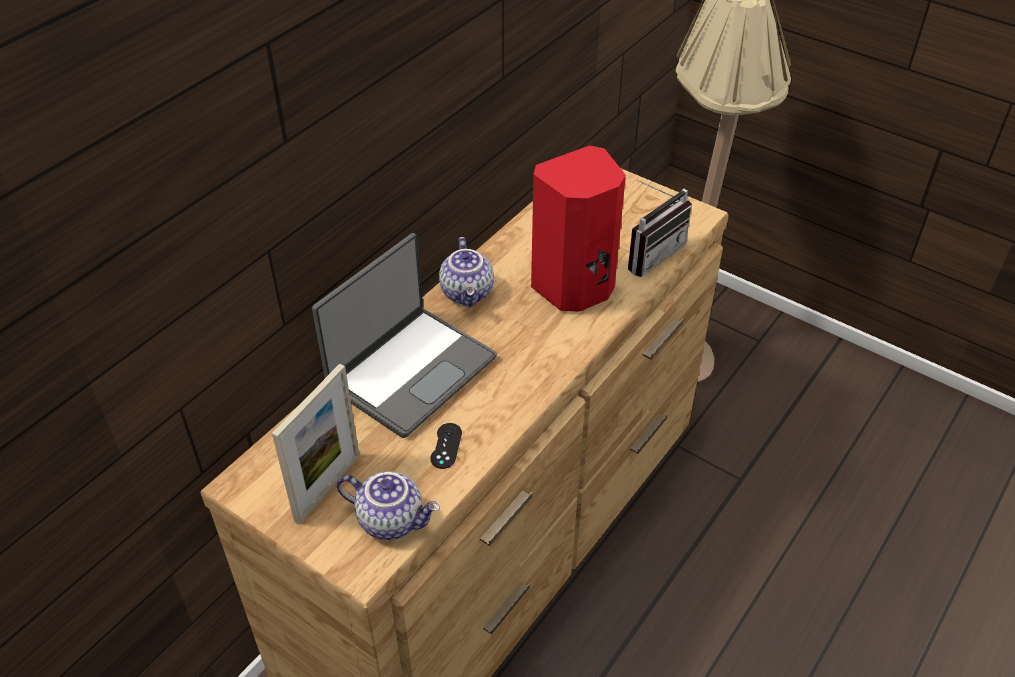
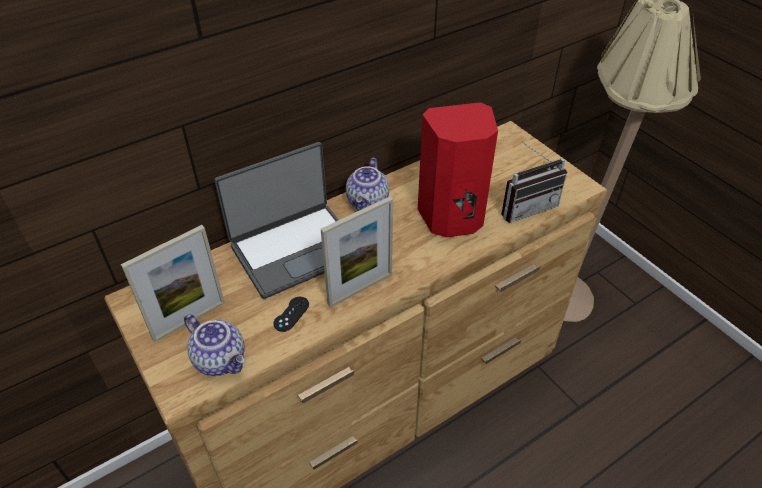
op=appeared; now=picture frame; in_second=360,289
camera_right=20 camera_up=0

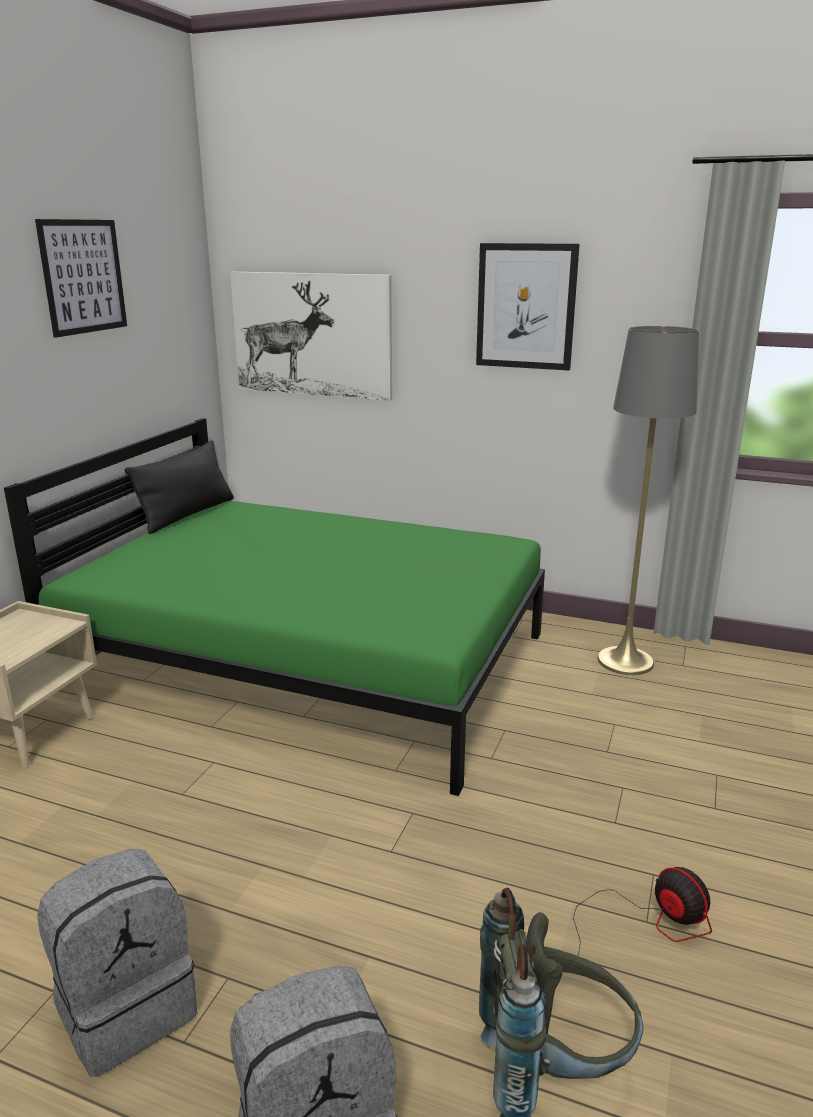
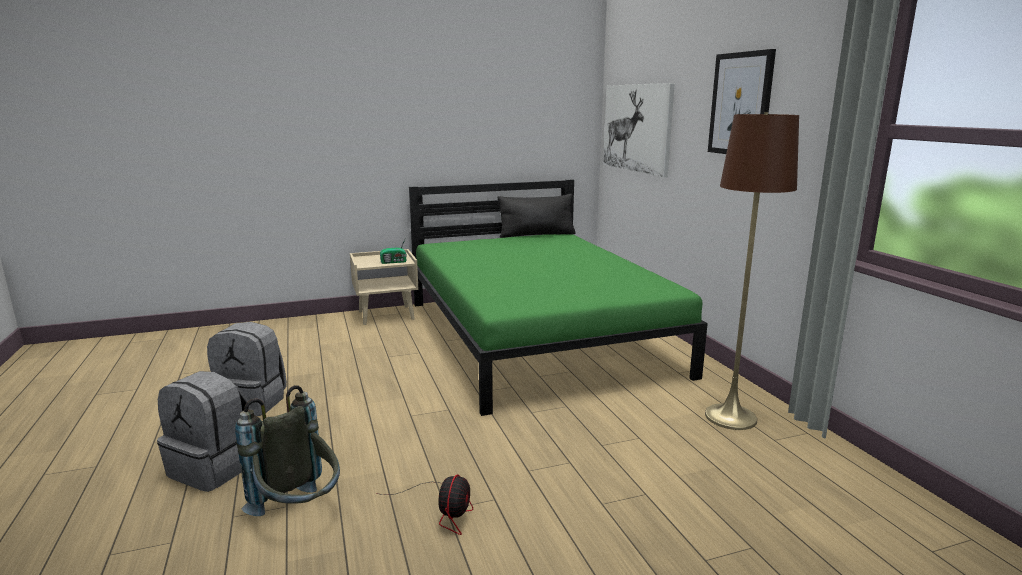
op=appeared; now=radio; in_second=394,262
op=colour; was=floor lamp (grey); now=floor lamp (brown); in_first=625,661; in_second=730,417
op=missing; was=picture; in_first=83,276
camera_right=50 camera_up=-5

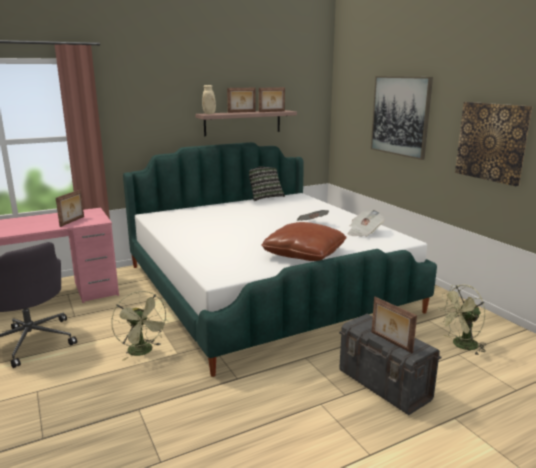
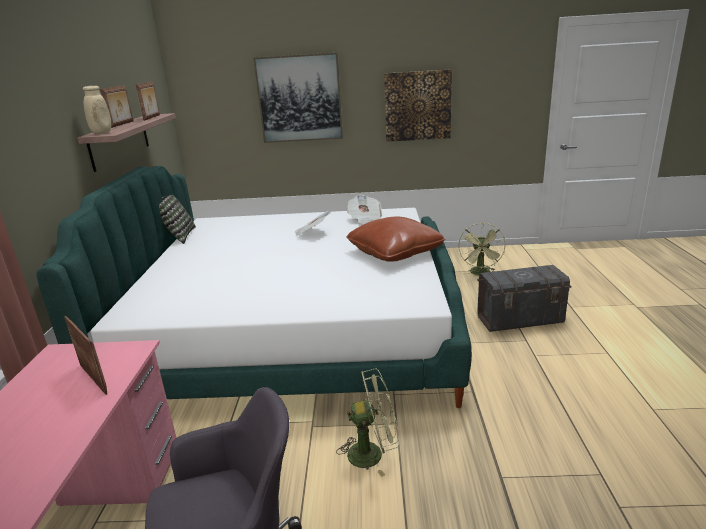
op=missing; was=picture frame; in_first=390,342
camera_right=-60 camera_up=5

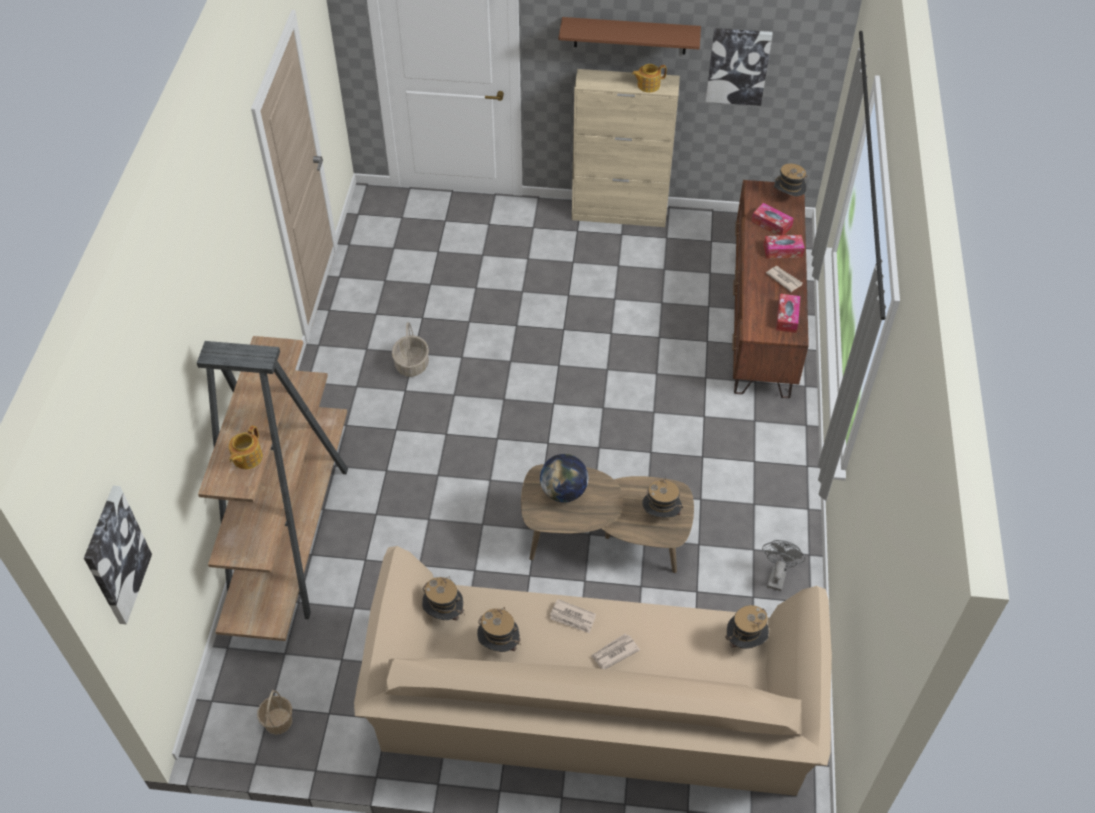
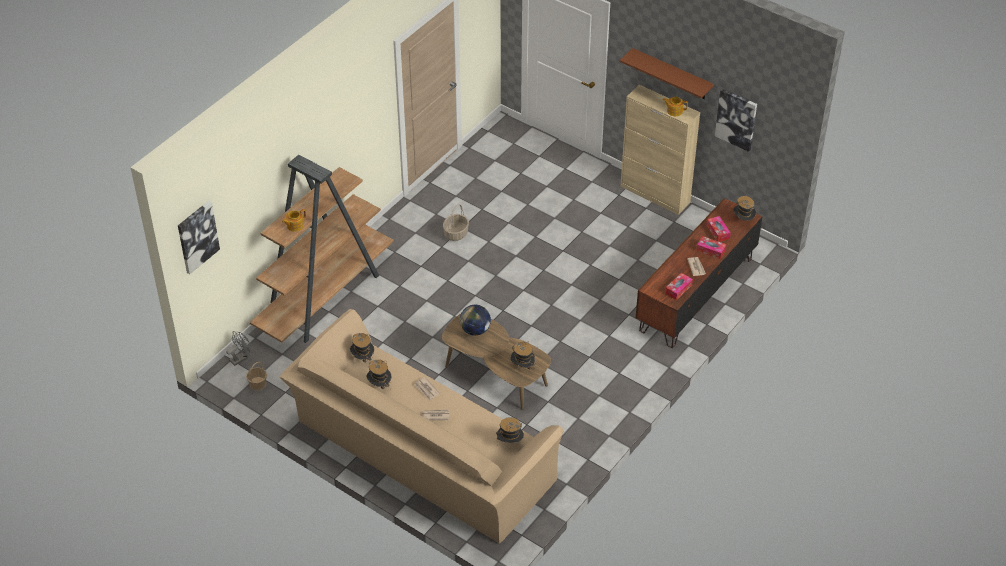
op=relocated; was=fan (grey); in_first=777,575; in_second=240,358
camera_right=30 camera_up=-5

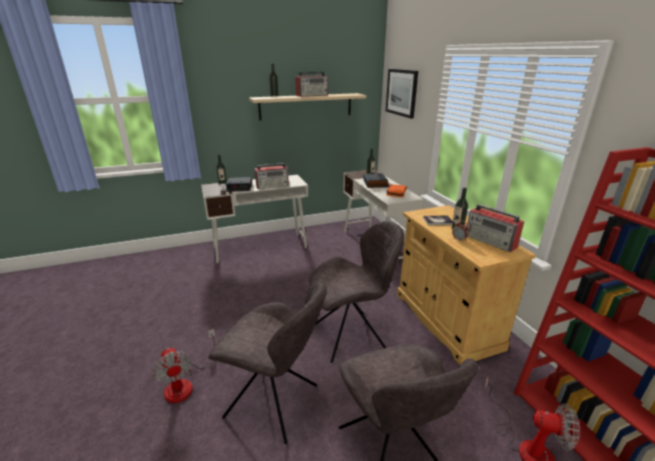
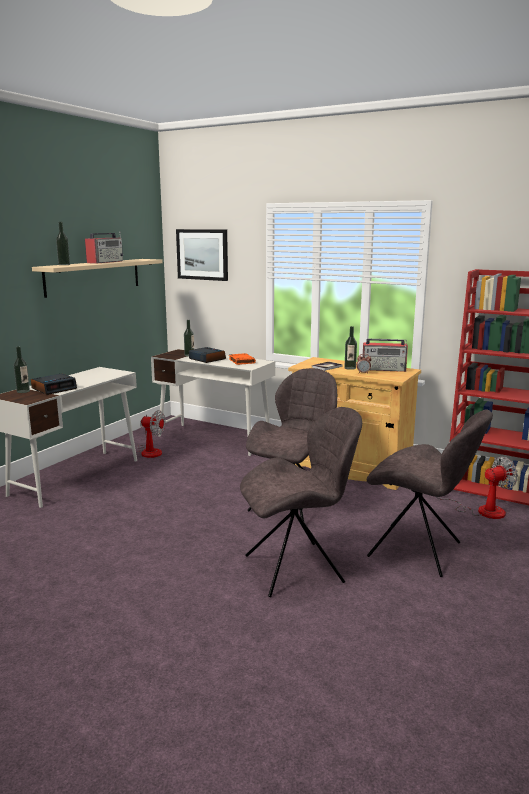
op=relocated; was=fan; in_first=185,383; in_second=150,451
op=missing; was=radio; in_first=273,186
camera_right=-40 camera_up=-10

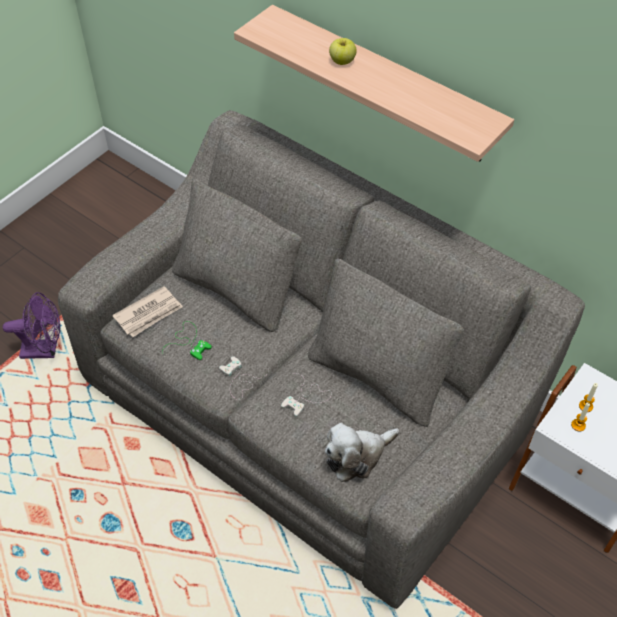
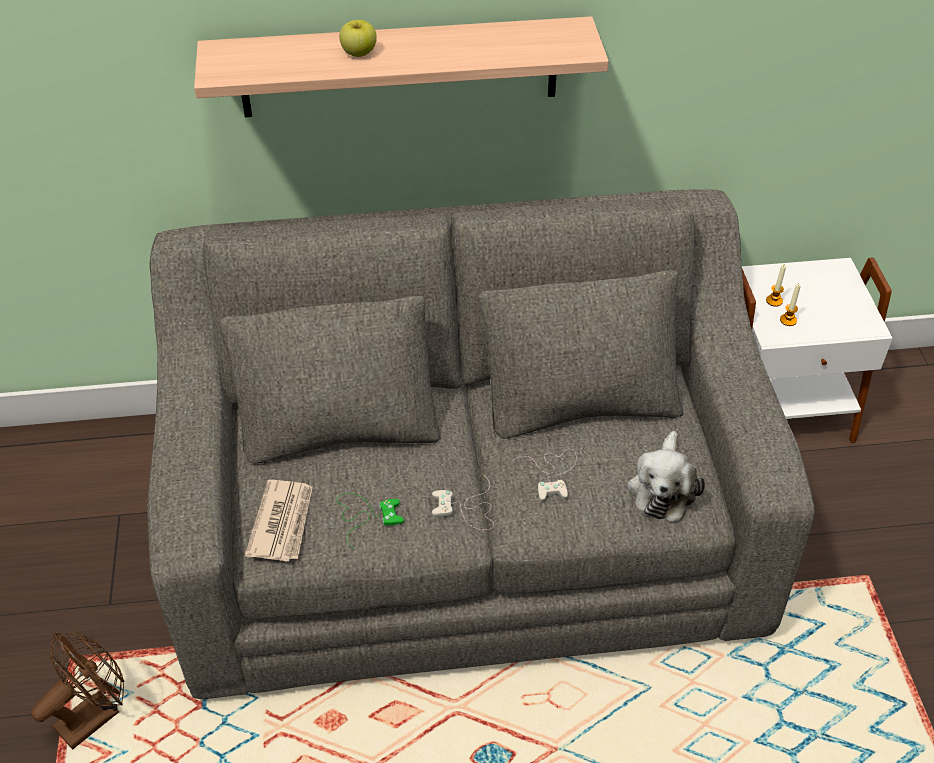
op=colour; was=fan (purple); now=fan (brown); in_first=45,350; in_second=95,713
camera_right=-45 camera_up=-5

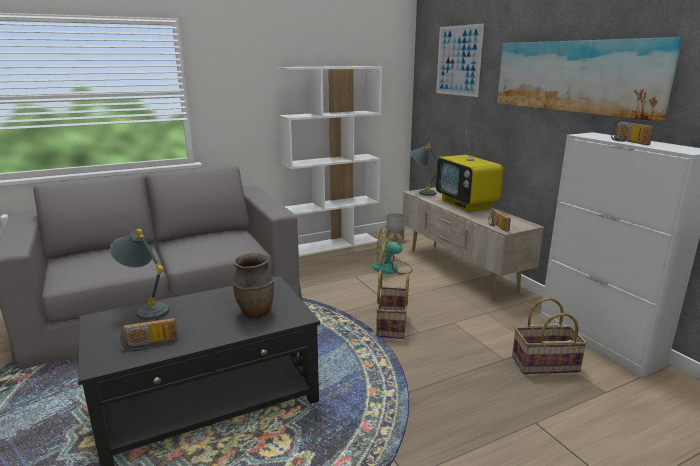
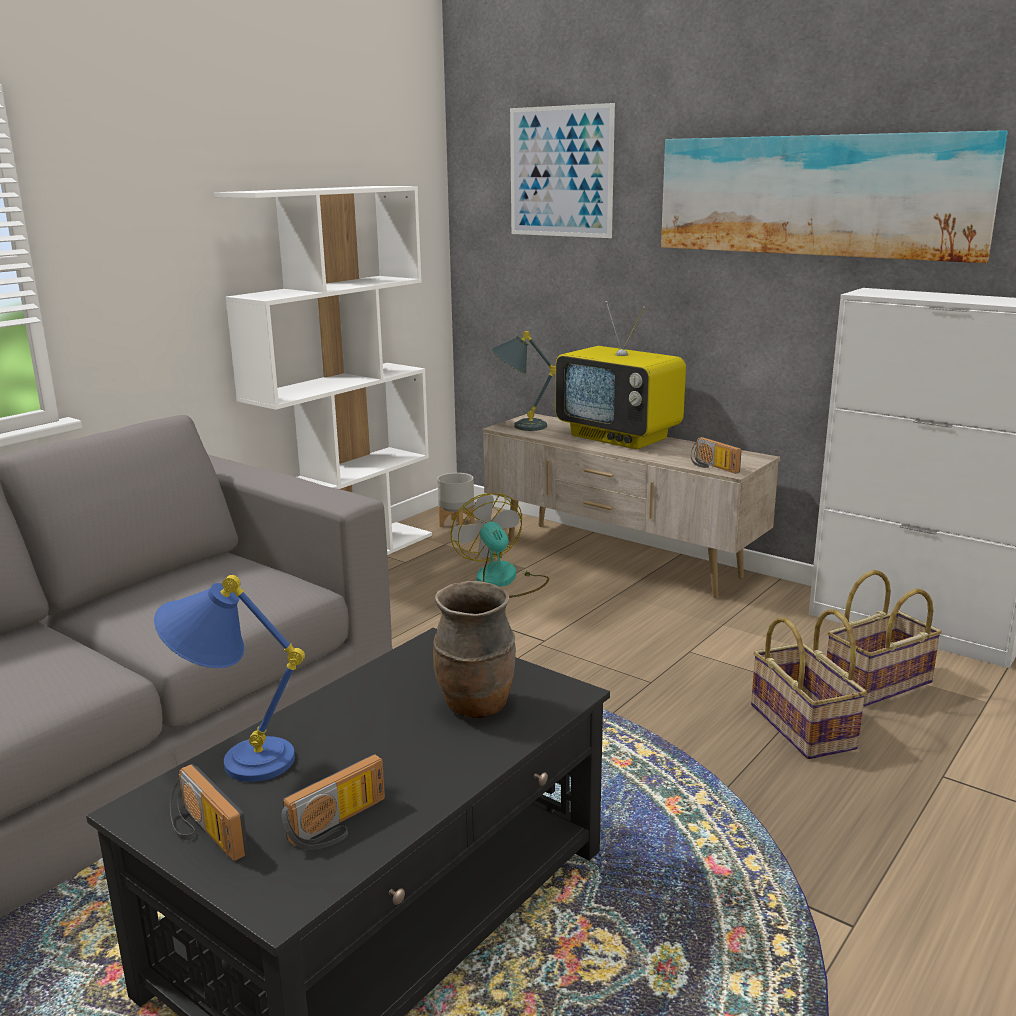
op=colour; was=table lamp (grey); now=table lamp (blue); in_first=146,309; in_second=234,759
op=relocated; was=radio; in_first=627,142; in_second=203,834
op=spun; was=fan; in_first=391,269; in_second=502,581; clockwise=90
op=relocated; was=basket; in_first=392,325; in_second=804,726
camera_right=-25 camera_up=0

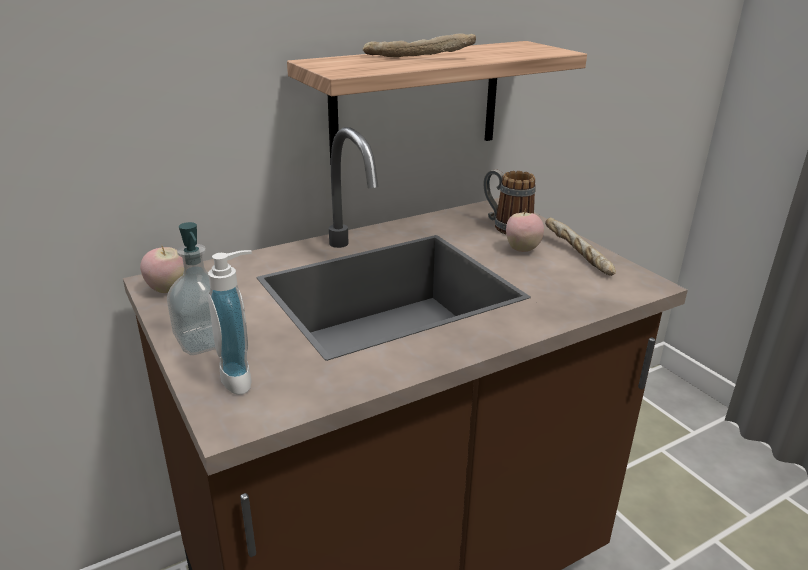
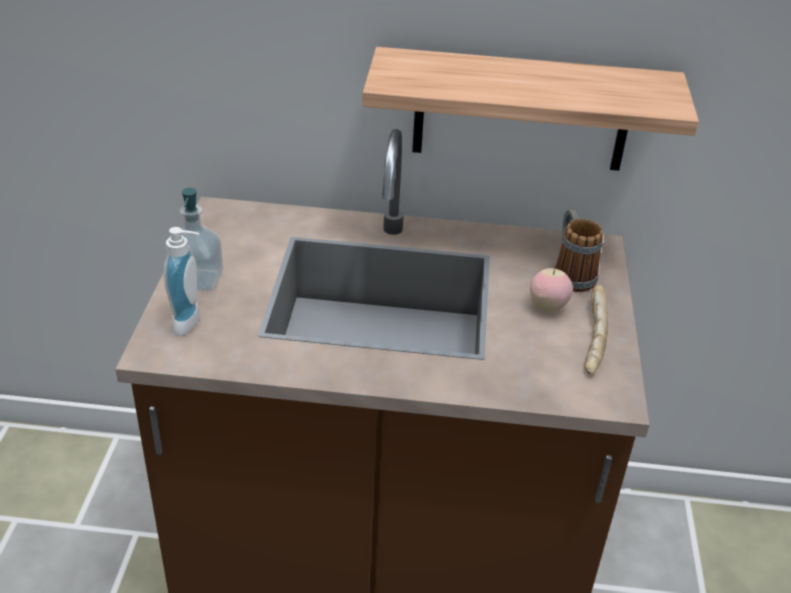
op=missing; was=apple; in_first=167,289
op=missing; was=bread; in_first=418,57
camera_right=35 camera_up=10

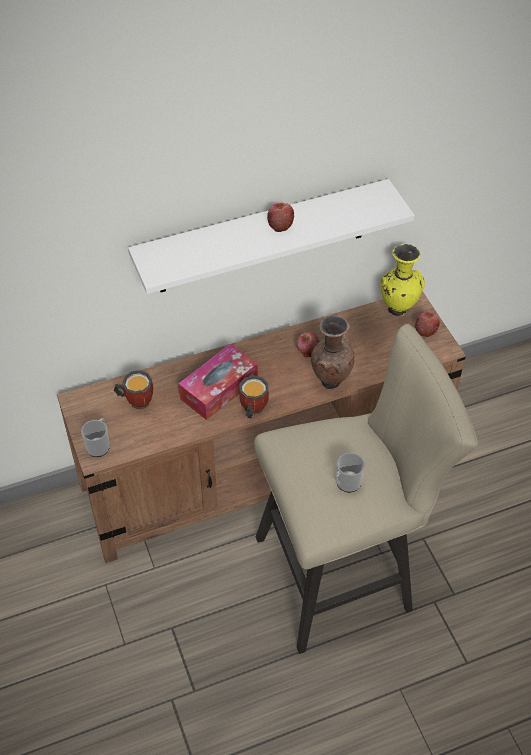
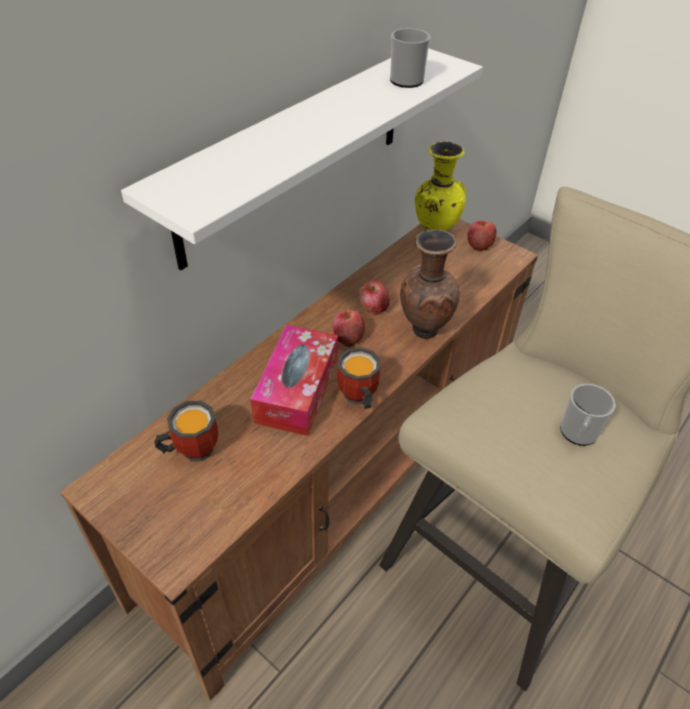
op=relocated; was=apple; in_first=280,225; in_second=348,337
op=relocated; was=mug; in_first=99,445; in_second=405,78
camera_right=-30 camera_up=-5

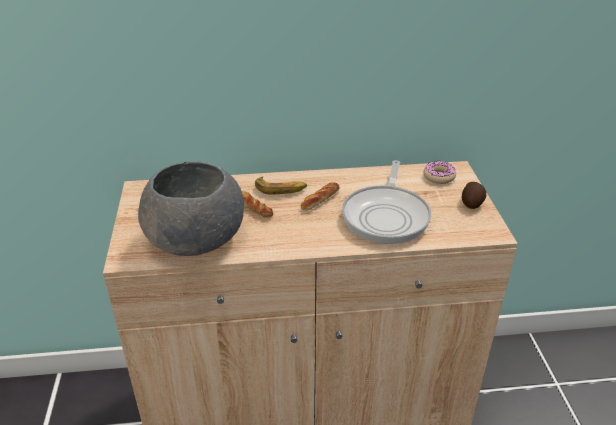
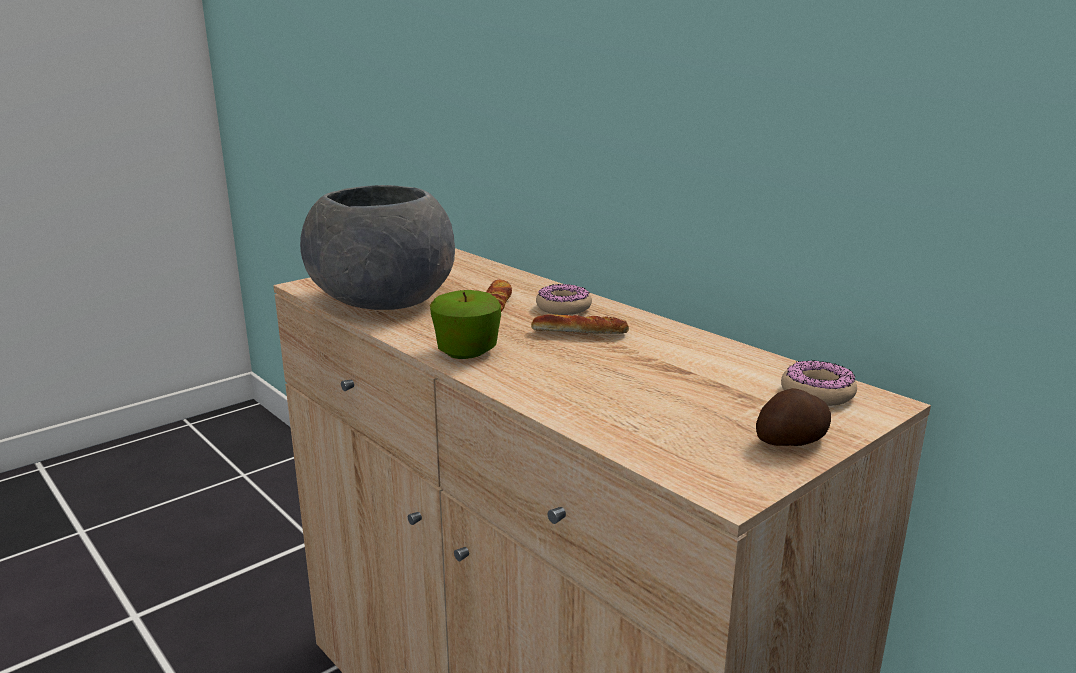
op=appeared; now=apple; in_second=467,352
op=exchanged; was=banana; now=donut; in_first=281,189; in_second=563,307
op=missing; was=frying pan; in_first=386,216
camera_right=55 camera_up=-15

